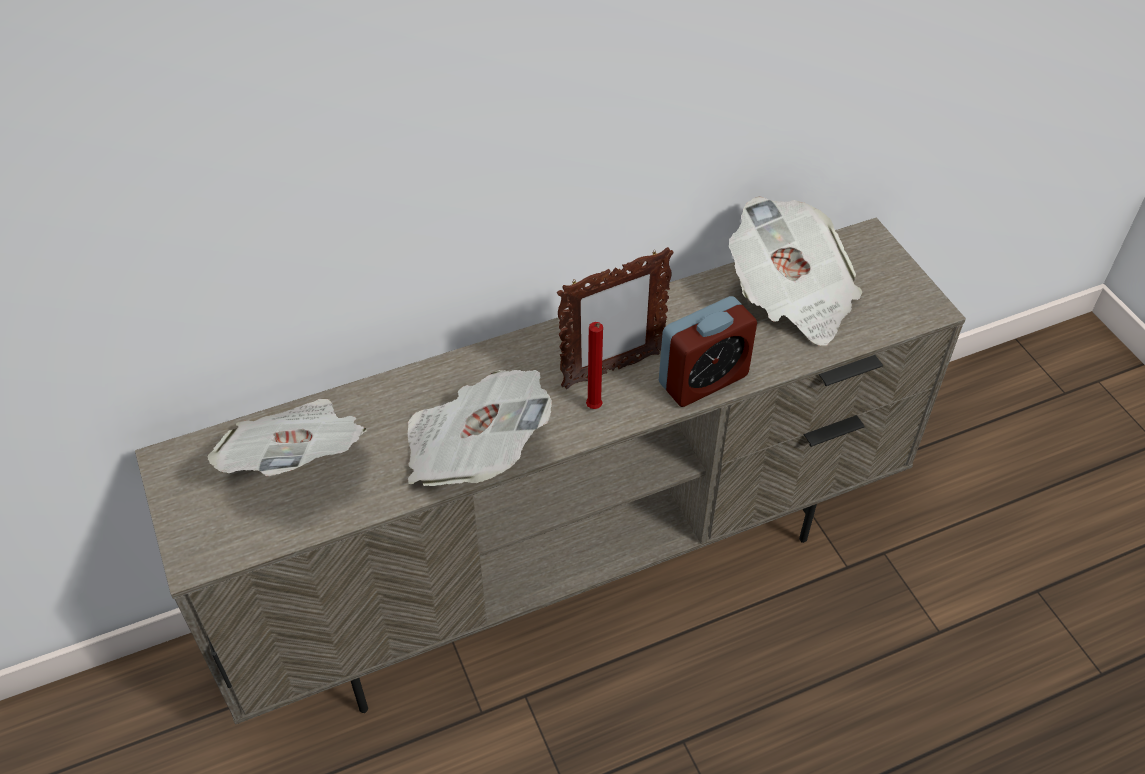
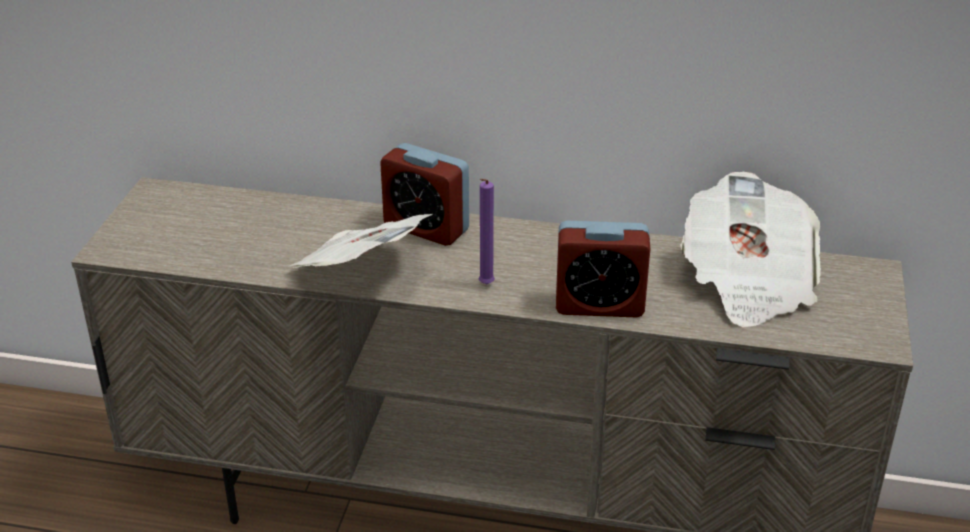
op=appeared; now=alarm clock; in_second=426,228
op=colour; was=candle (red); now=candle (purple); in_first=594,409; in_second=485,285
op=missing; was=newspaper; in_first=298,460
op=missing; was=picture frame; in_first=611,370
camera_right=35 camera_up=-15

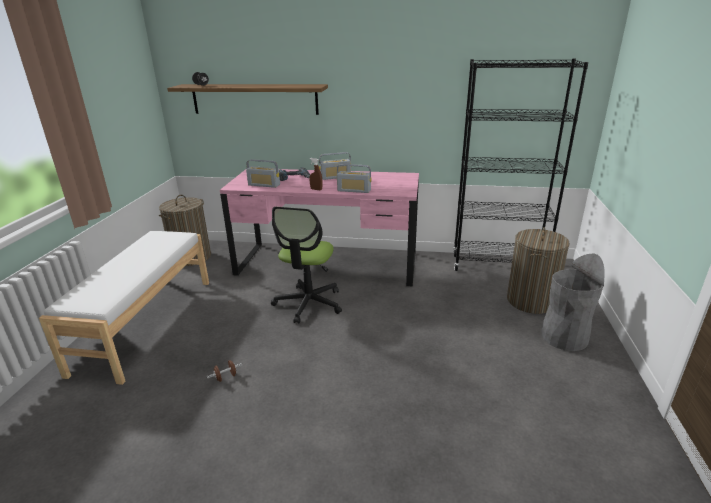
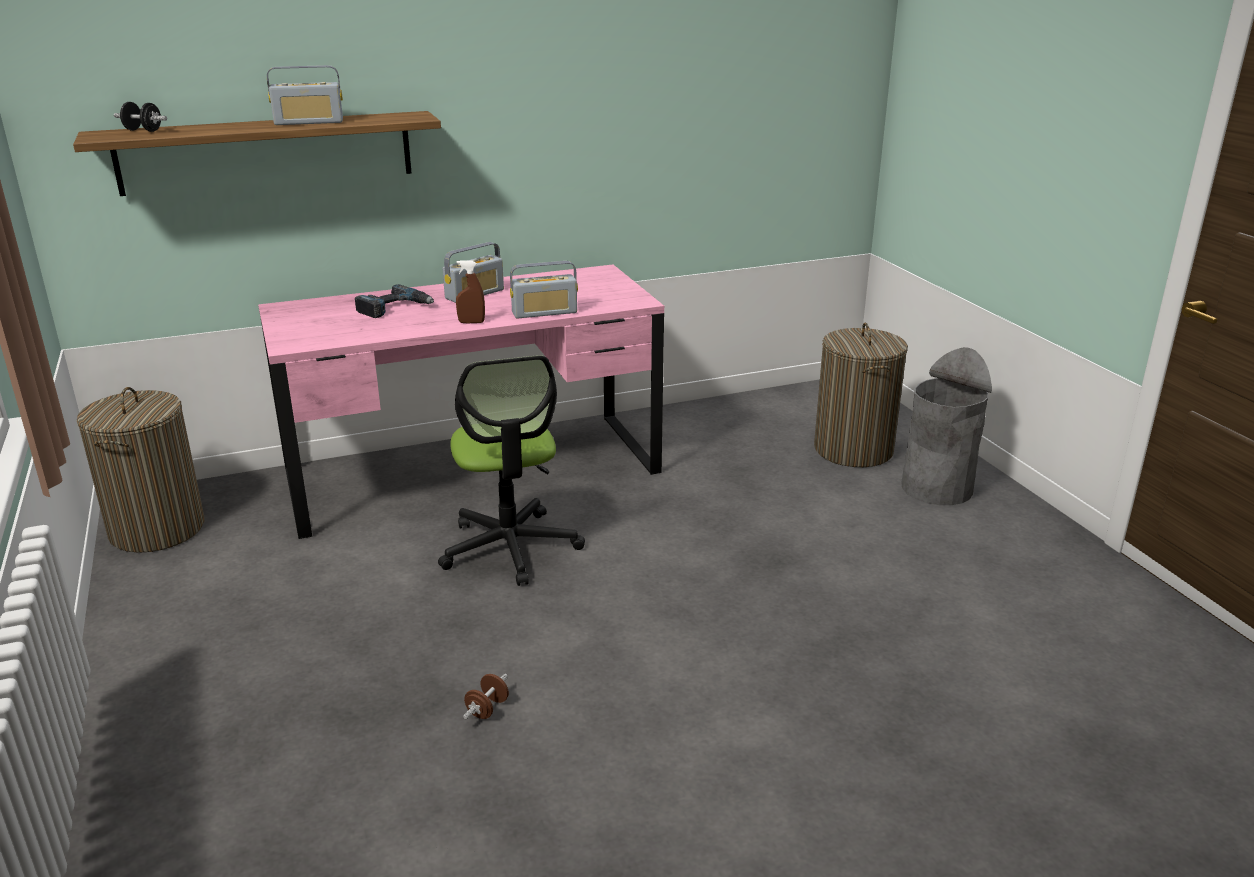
op=relocated; was=radio; in_first=264,185; in_second=309,122
op=missing; was=bench (white); in_first=145,323
op=missing; was=bookcase (black); in_first=498,265
camera_right=-30 camera_up=0

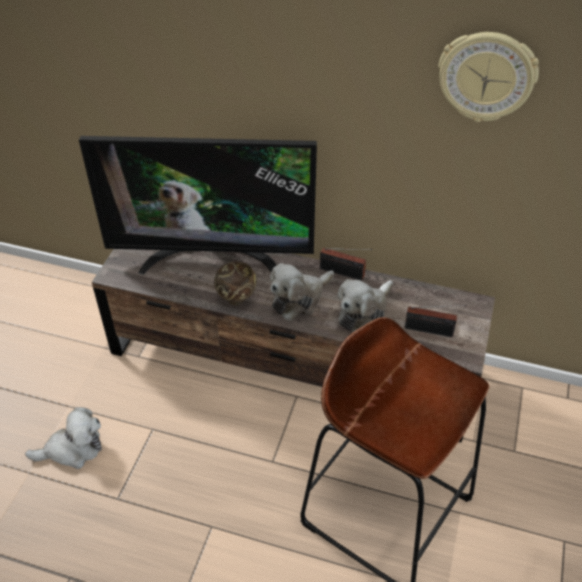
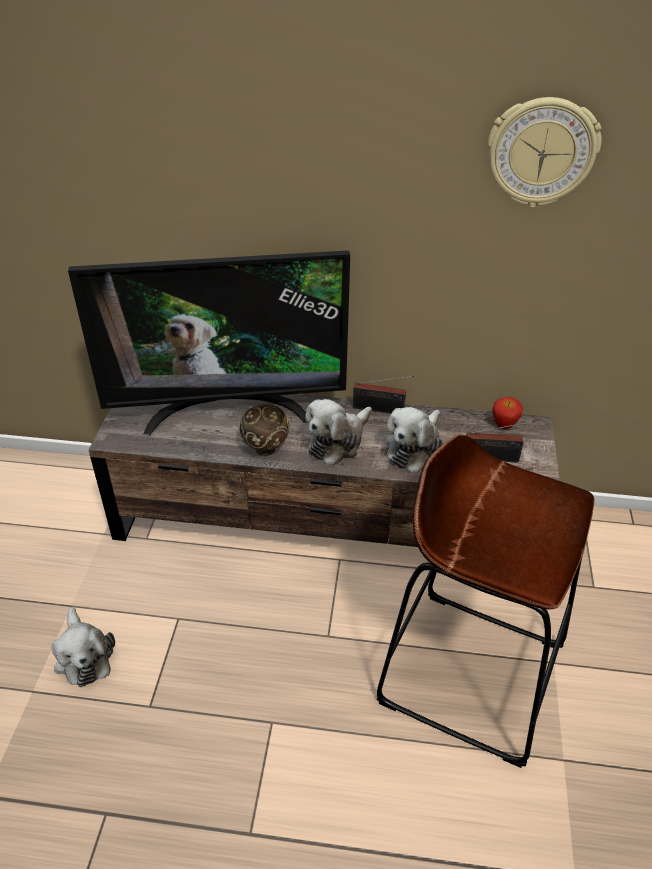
op=spun; was=plush toy; in_first=72,449; in_second=83,655; clockwise=90
op=appeared; now=apple; in_second=504,426
camera_right=-10 camera_up=-5

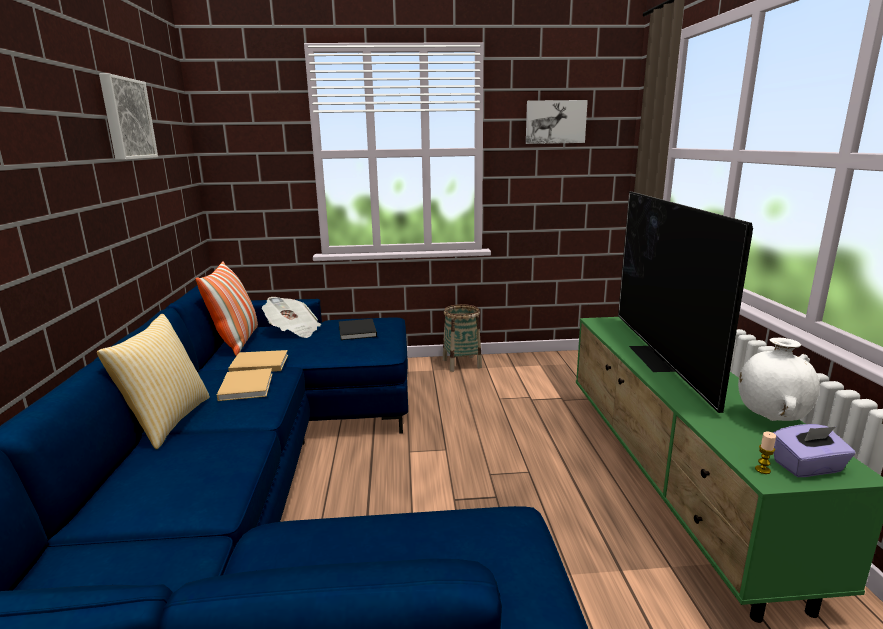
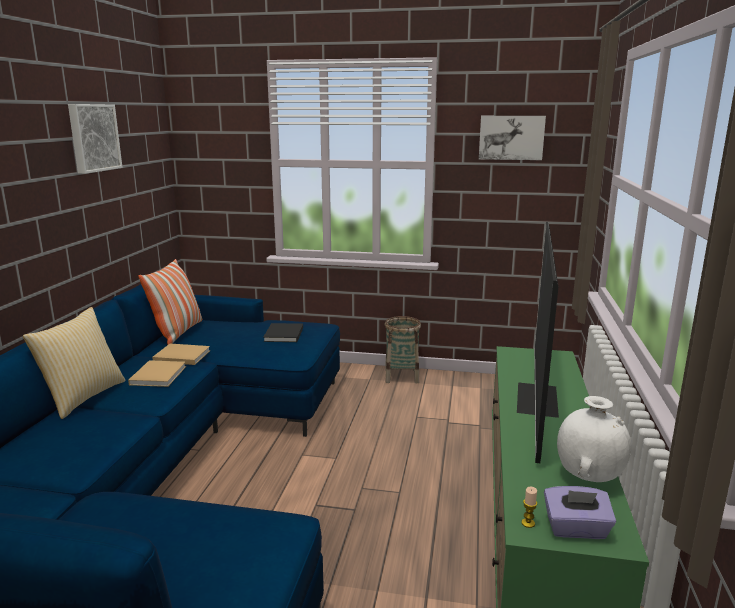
op=missing; was=newspaper; in_first=293,331
camera_right=15 camera_up=0

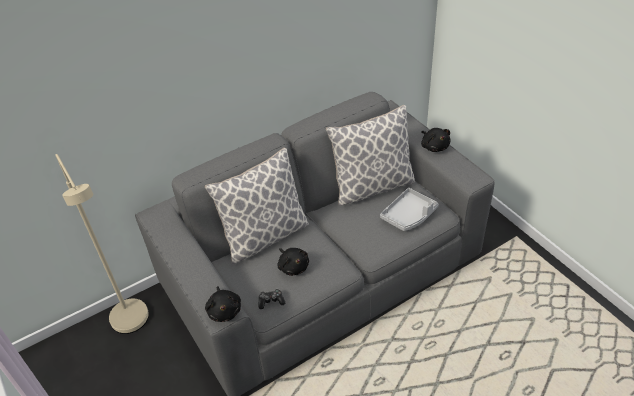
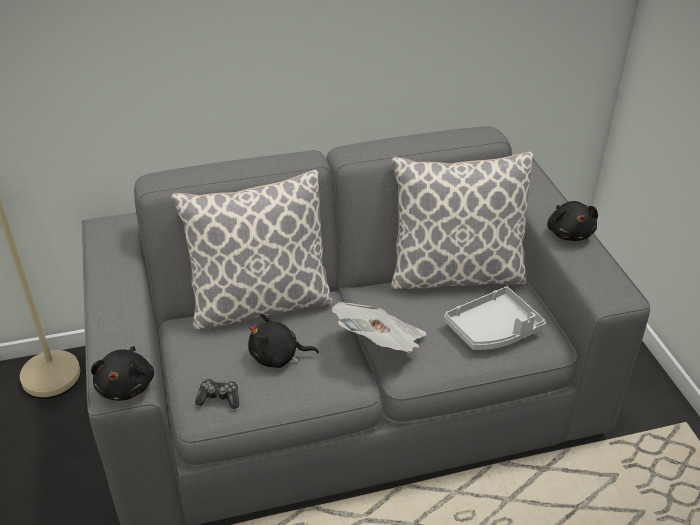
op=spun; was=plush toy (black); in_first=293,266; in_second=278,357; clockwise=105
op=appeared; now=newspaper; in_second=381,344
camera_right=15 camera_up=-5

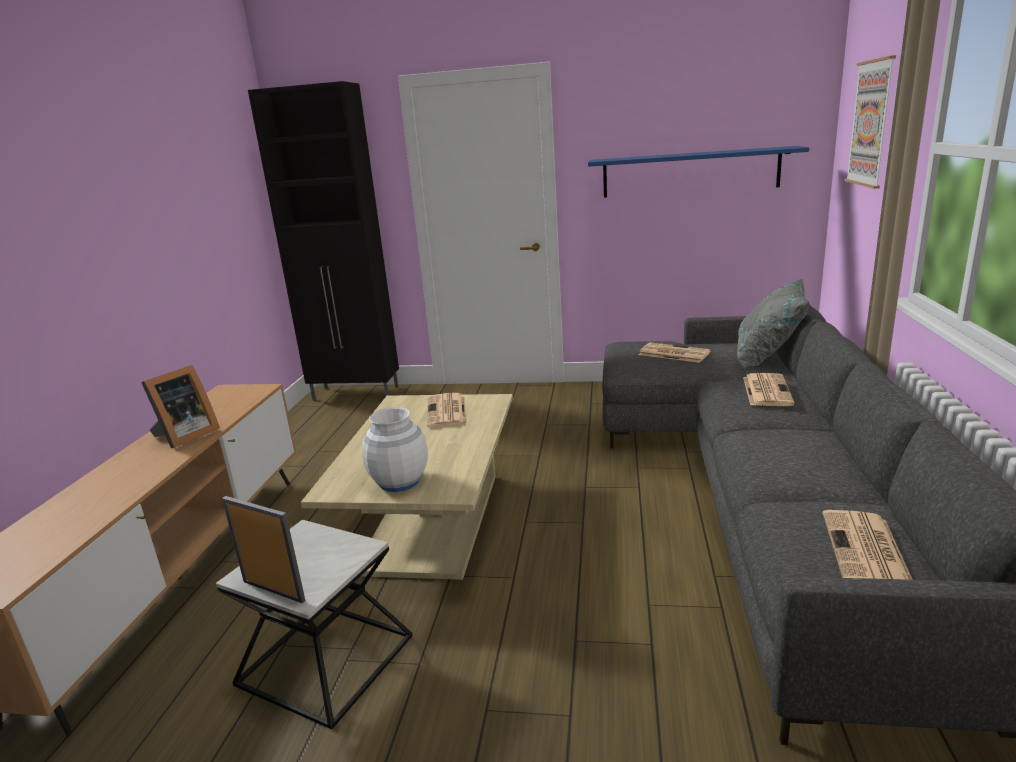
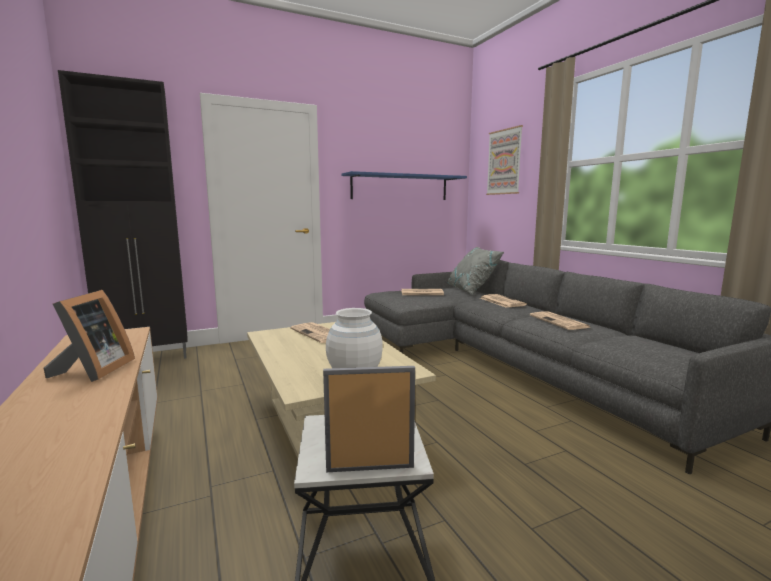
op=relocated; was=newspaper; in_first=867,551; in_second=560,321
camera_right=-35 camera_up=-10

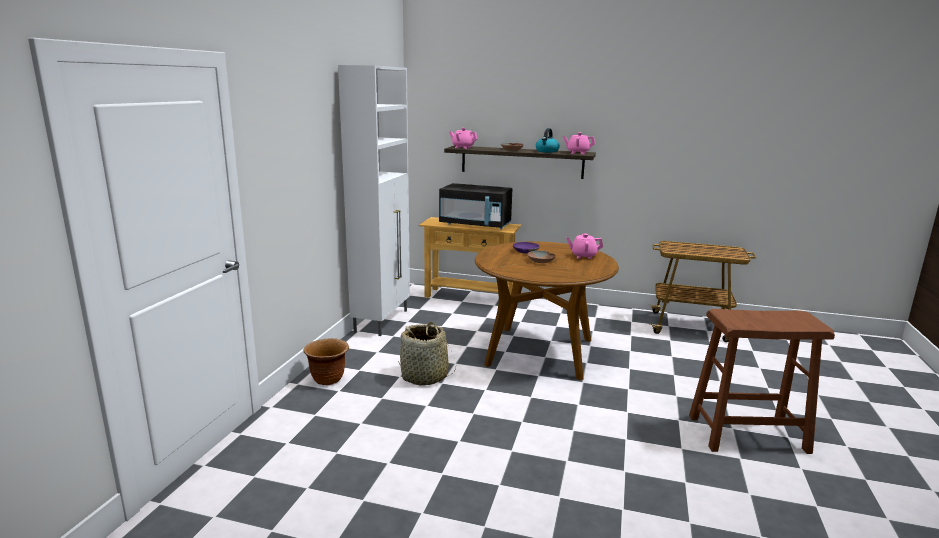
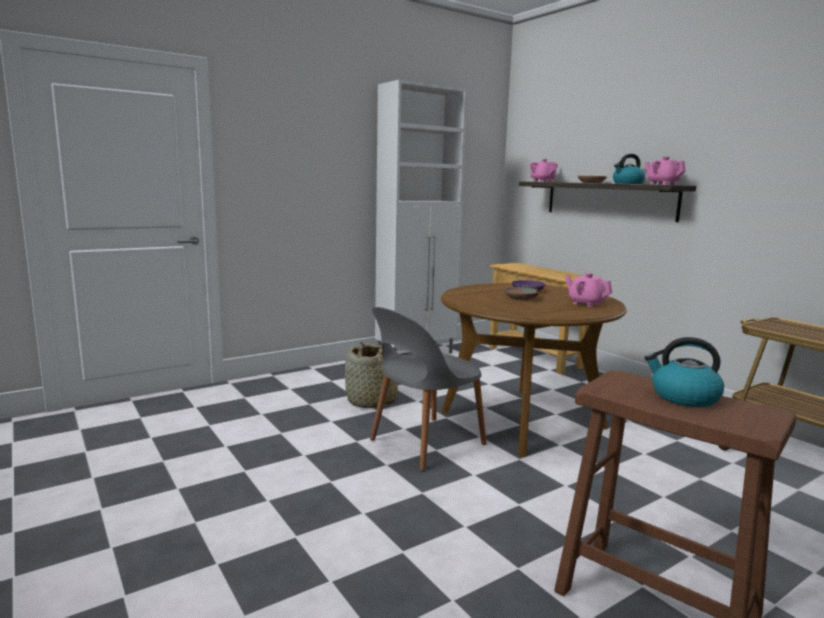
op=appeared; now=chair (grey); in_second=425,443
op=appeared; now=kettle; in_second=683,397
op=missing; was=planter (brown); in_first=328,379
op=missing; was=microwave (black); in_first=475,225
camera_right=40 camera_up=-5

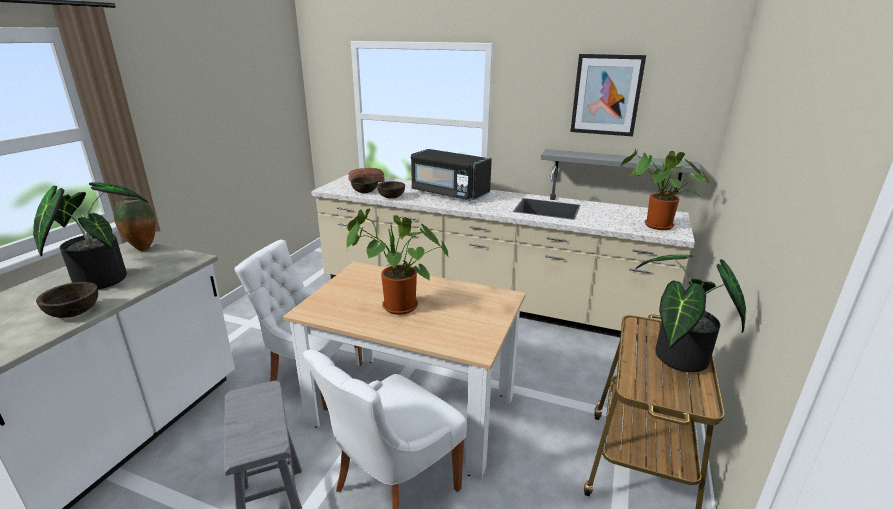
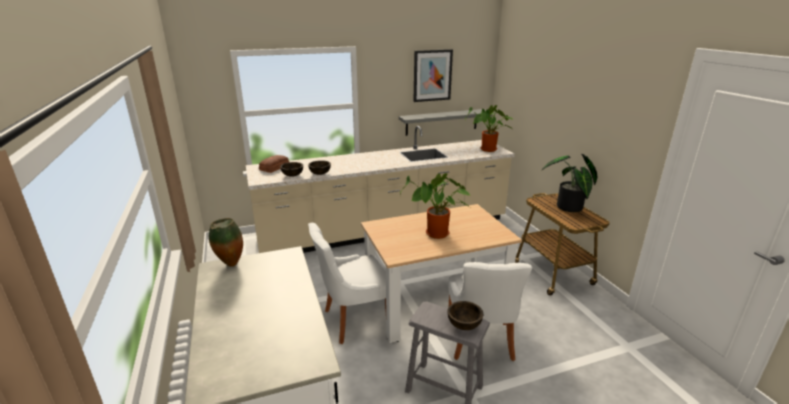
op=relocated; was=bowl (brown); in_first=74,313; in_second=464,325
op=missing; was=potted plant; in_first=102,278
op=missing; was=microwave (black); in_first=448,193
camera_right=-40 camera_up=0

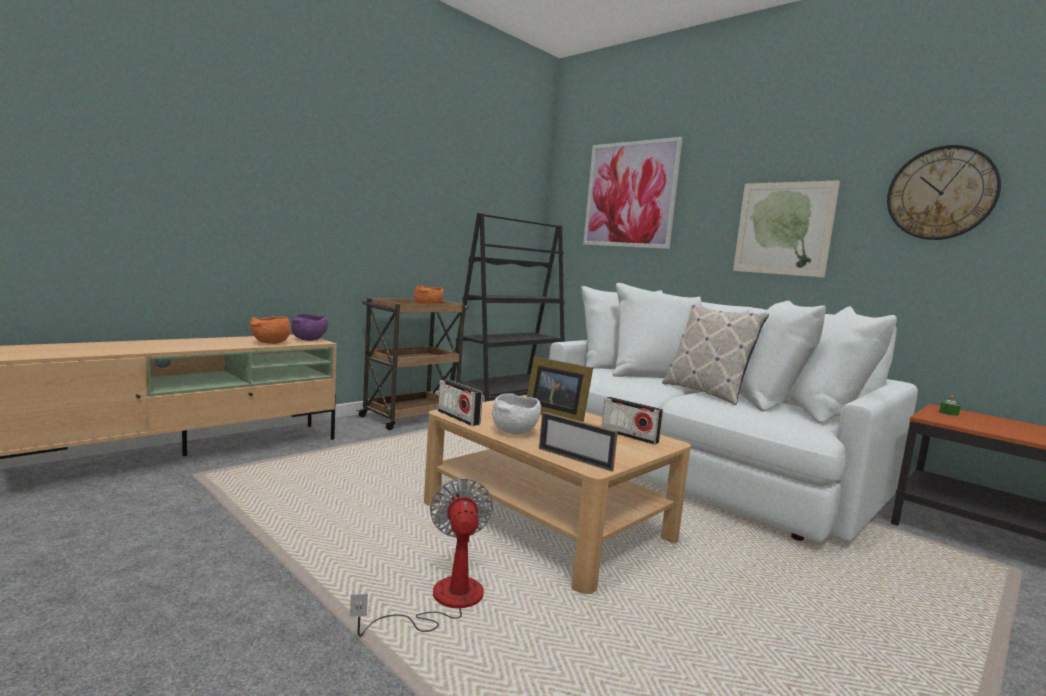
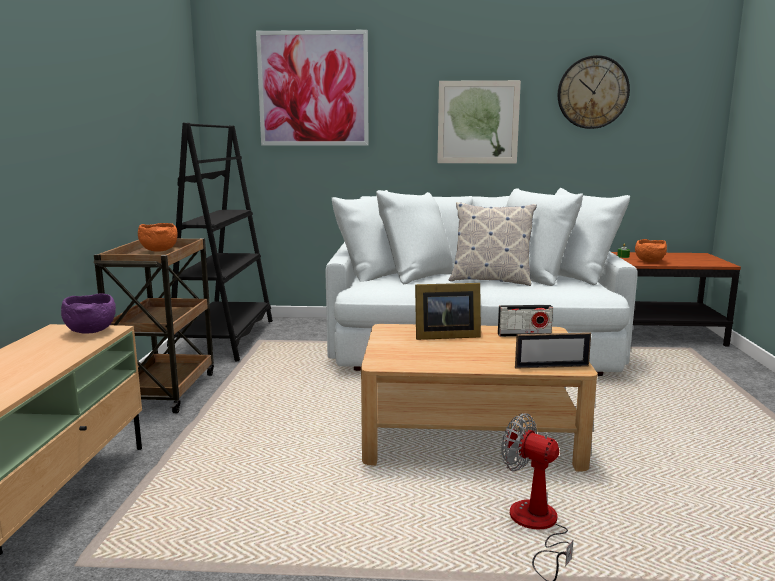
op=relocated; was=bowl (orange); in_first=270,343; in_second=650,262
op=missing; was=radio; in_first=458,417
op=missing; was=bowl (white); in_first=515,432
camera_right=-40 camera_up=5

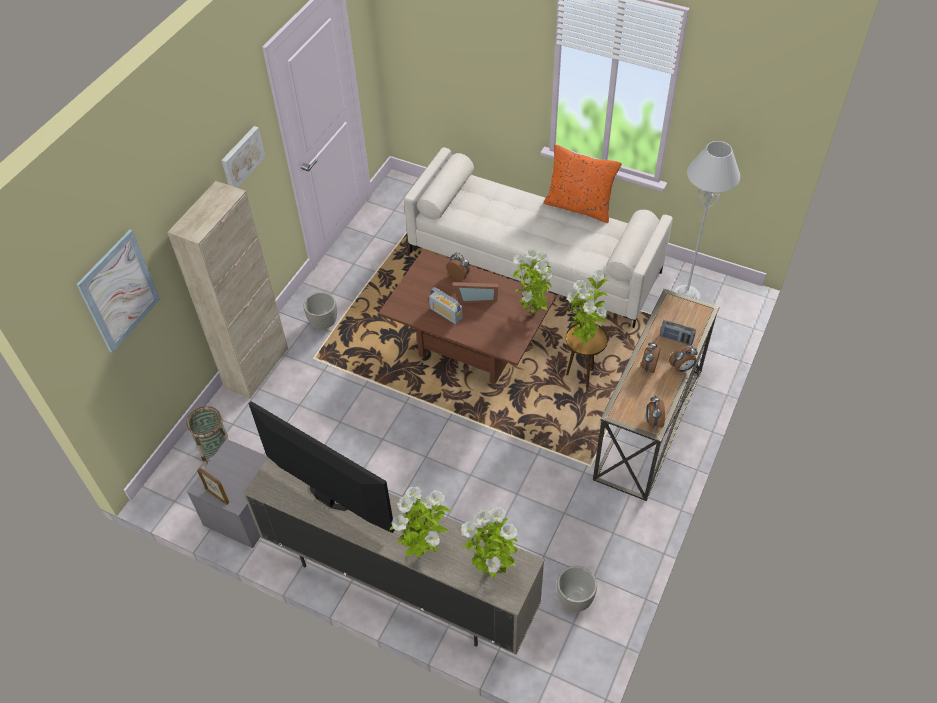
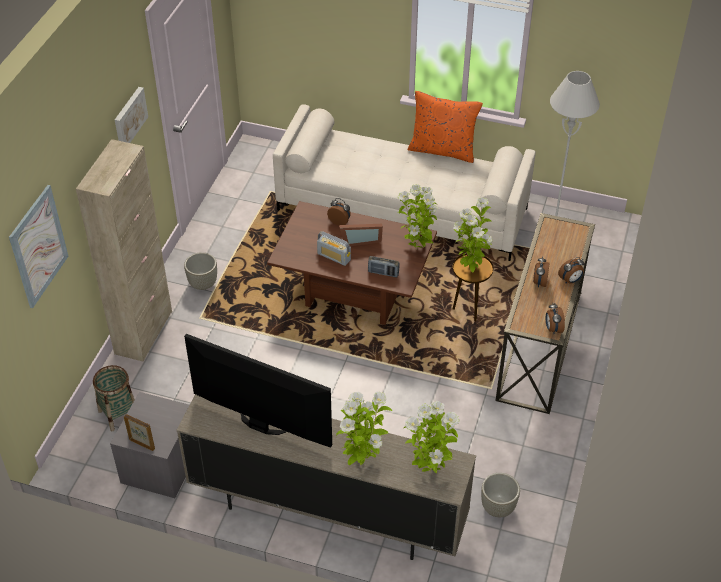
op=relocated; was=radio; in_first=676,339; in_second=383,273
camera_right=-10 camera_up=-5

